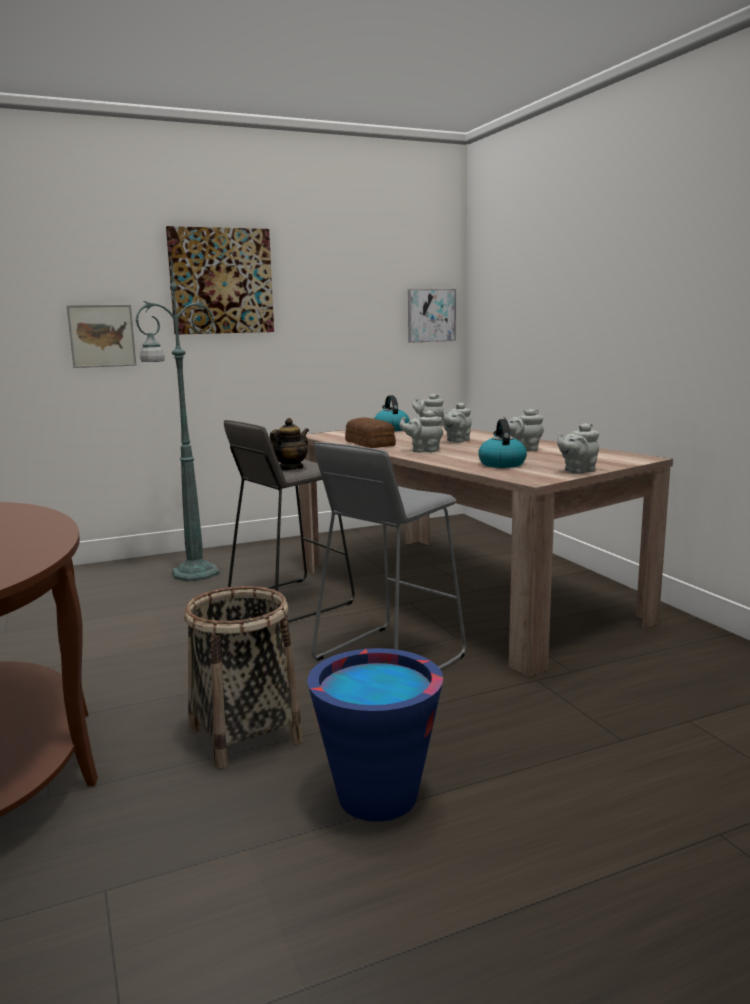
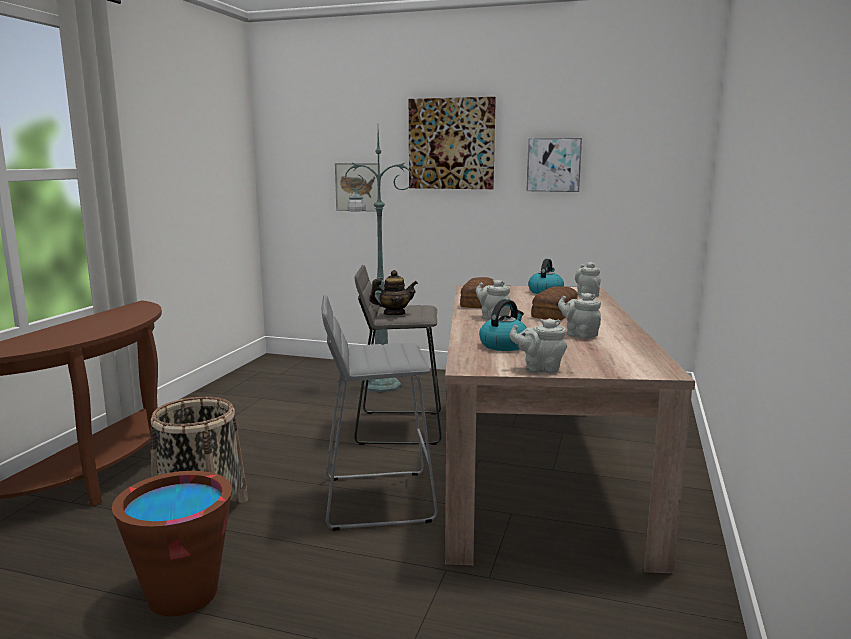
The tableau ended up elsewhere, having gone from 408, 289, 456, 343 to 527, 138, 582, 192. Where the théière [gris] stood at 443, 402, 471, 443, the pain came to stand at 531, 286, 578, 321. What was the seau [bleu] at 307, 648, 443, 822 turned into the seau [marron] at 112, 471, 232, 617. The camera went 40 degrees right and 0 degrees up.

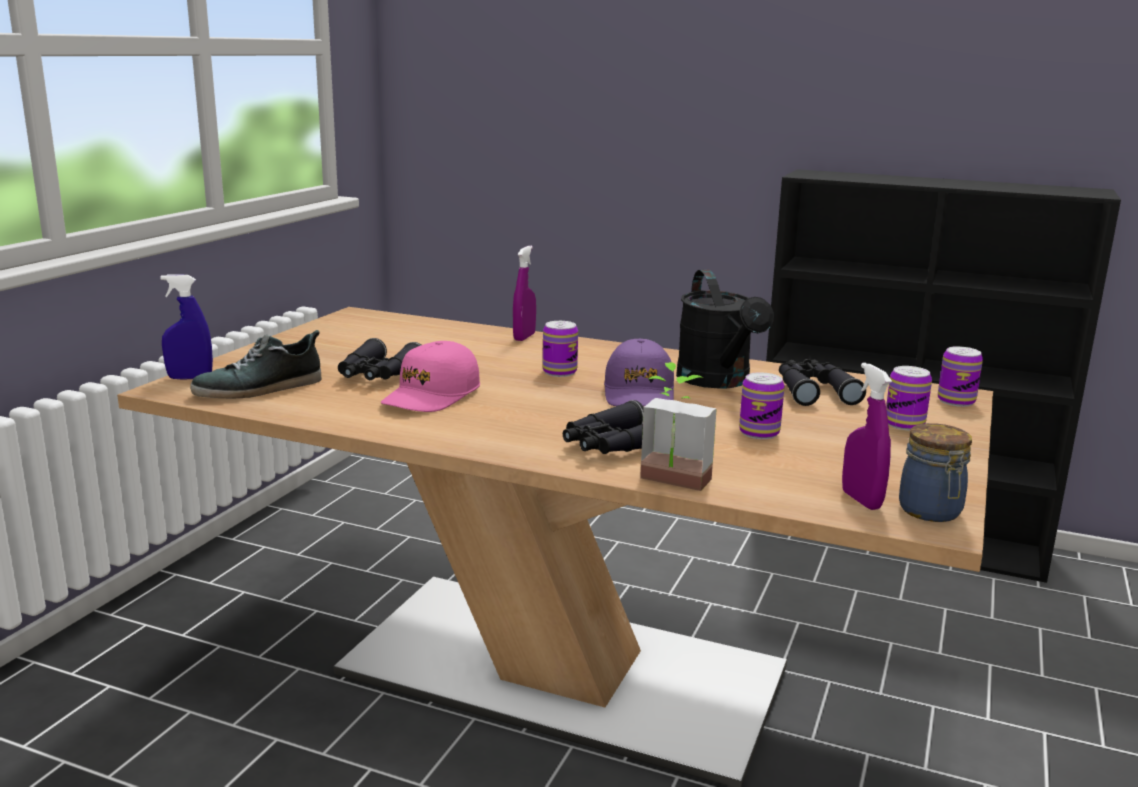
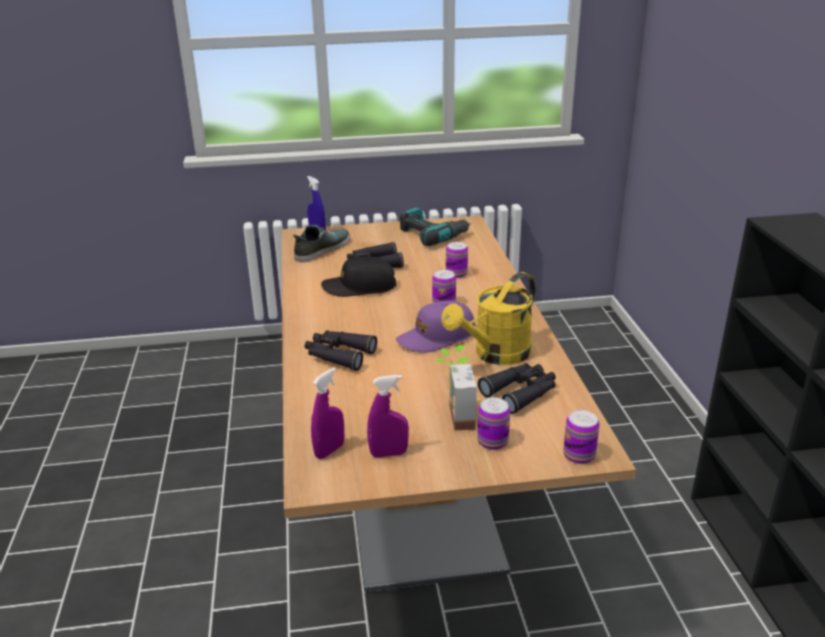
The second view lost the bocal at 899, 423, 972, 522. The second view gained the perceuse at 400, 207, 471, 246. The vaporisateur [violet] ended up elsewhere, having gone from 513, 246, 536, 341 to 367, 375, 409, 458. The plante en pot ended up elsewhere, having gone from 640, 362, 717, 491 to 435, 345, 477, 431. The boîte métallique ended up elsewhere, having gone from 739, 372, 785, 439 to 446, 242, 468, 278. What was the casquette [rose] at 381, 341, 480, 412 turned into the casquette [noir] at 321, 257, 396, 297. What was the arrosoir [noir] at 676, 270, 774, 389 turned into the arrosoir [jaune] at 441, 272, 536, 365. The chaussure at 190, 330, 321, 398 ended up facing another way, 105 degrees clockwise from before. The camera went 60 degrees right and 10 degrees up.

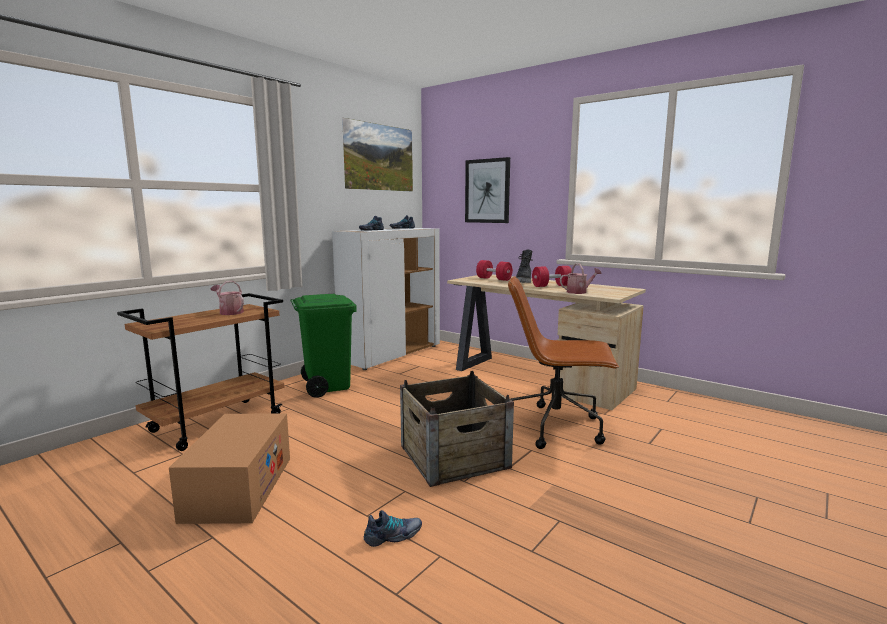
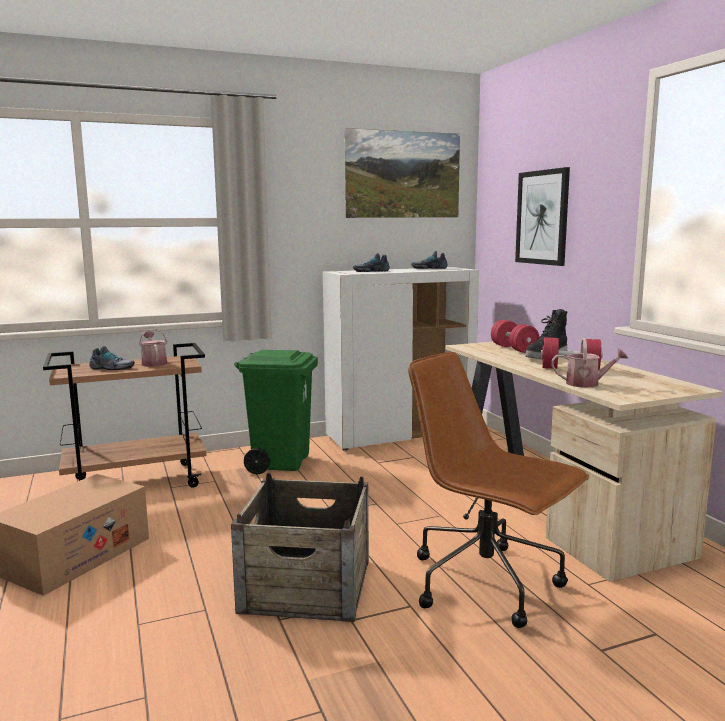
The chaussure ended up elsewhere, having gone from 364, 510, 422, 547 to 89, 346, 135, 370. The camera went 30 degrees right and 0 degrees up.

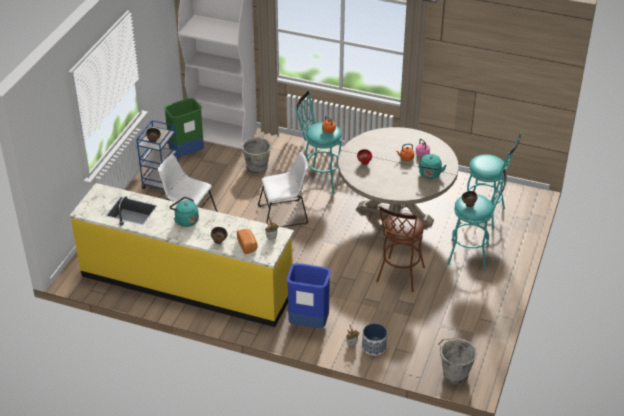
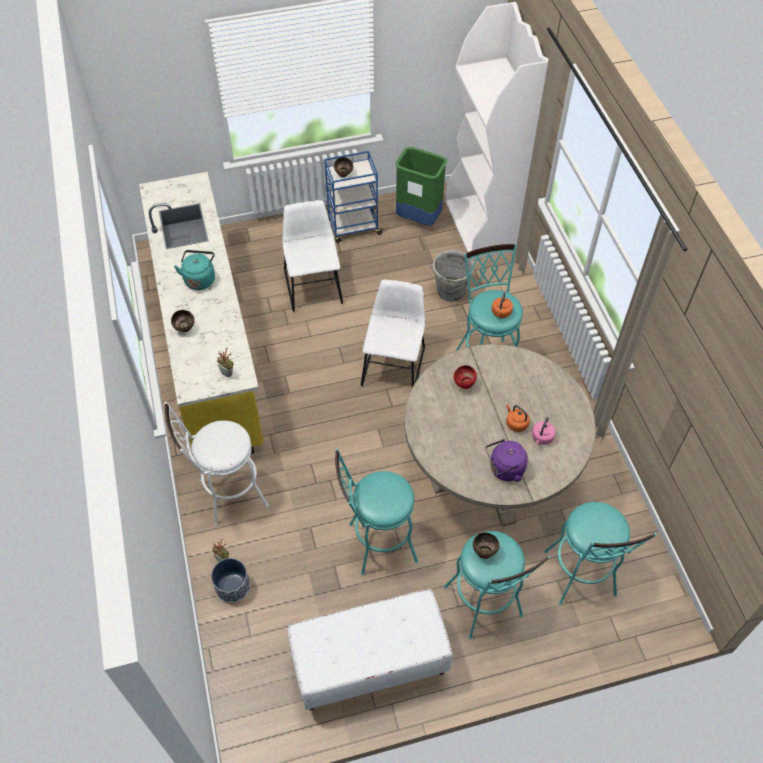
The second view lost the pain at 237, 229, 258, 254. The second view lost the seau [gris] at 438, 337, 477, 384. The second view gained the banc [blanc] at 287, 589, 453, 711. Where the poubelle [bleu] stood at 286, 263, 331, 328, the tabouret [blanc] came to stand at 164, 402, 269, 525. What was the tabouret [marron] at 376, 206, 425, 292 turned into the tabouret [turquoise] at 335, 449, 418, 575. What was the bouilloire [turquoise] at 419, 154, 447, 179 turned into the bouilloire [violet] at 486, 439, 528, 482. The chaise [blanc] at 258, 152, 308, 227 ended up facing another way, 120 degrees counterclockwise from before. The camera went 55 degrees right and 15 degrees up.

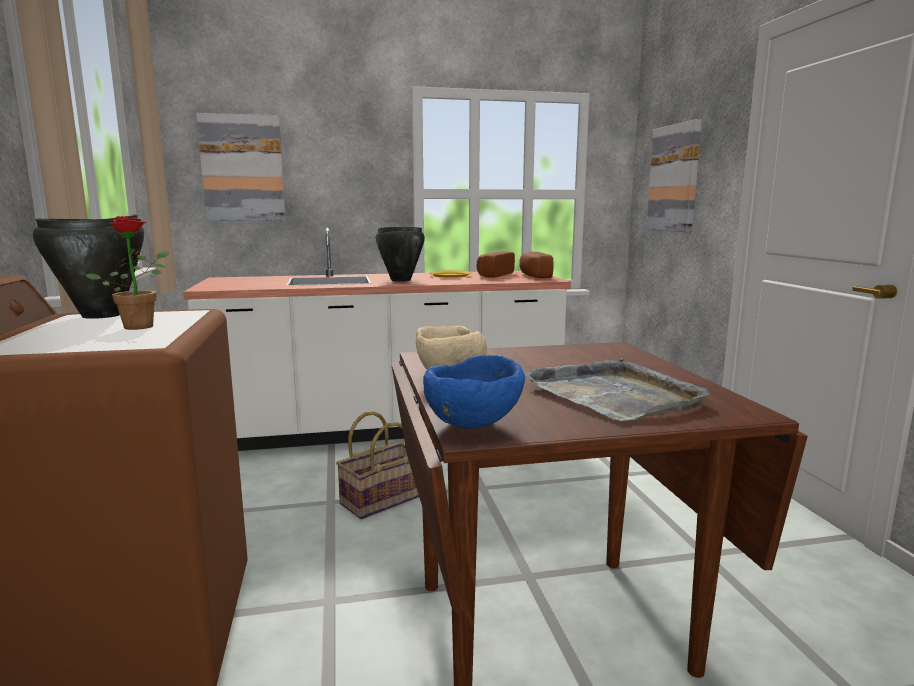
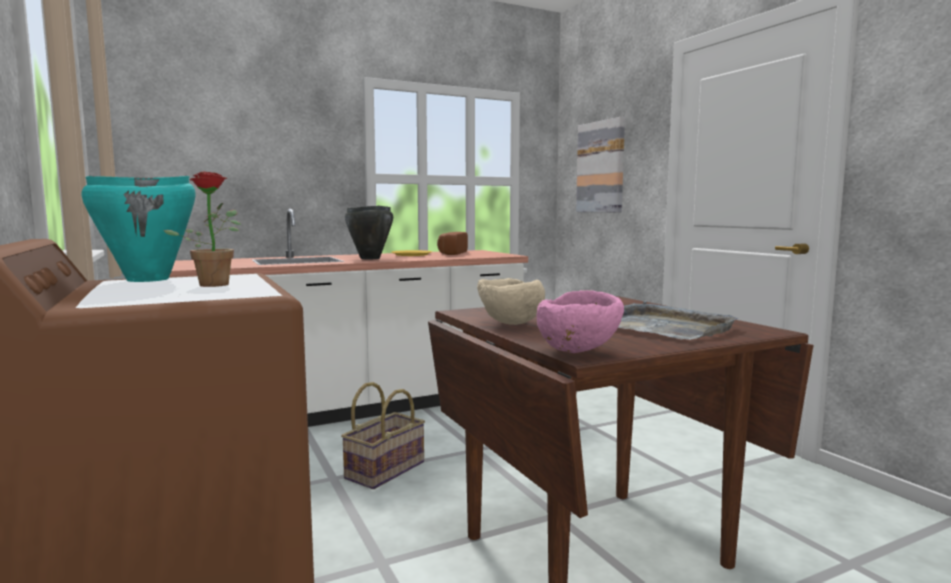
The second view lost the tableau at 196, 113, 286, 221. The second view lost the pain at 519, 252, 553, 278. What was the marmite [noir] at 33, 215, 144, 319 turned into the marmite [turquoise] at 82, 176, 196, 282. What was the bol [bleu] at 423, 355, 525, 429 turned into the bol [rose] at 537, 290, 624, 353. The camera went 15 degrees left and 5 degrees down.

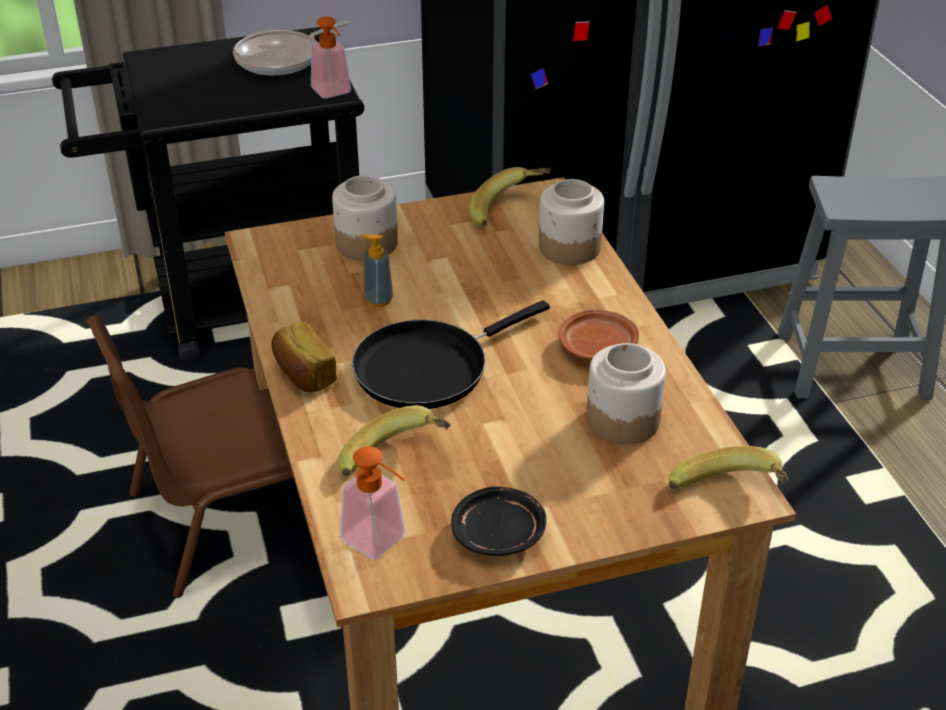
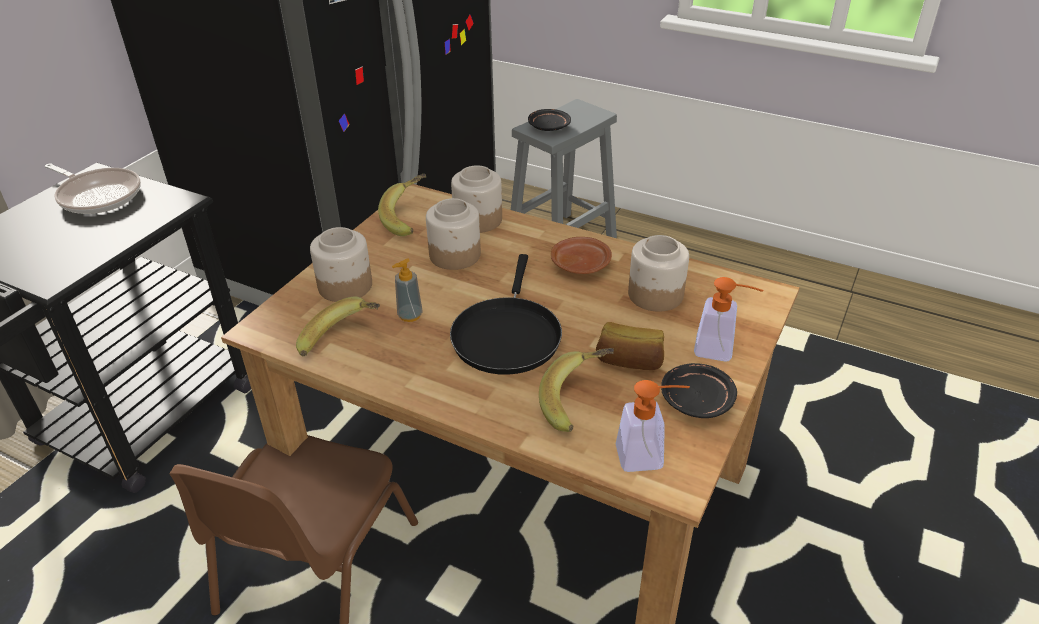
The second view gained the bocal at 426, 198, 481, 270. The second view gained the assiette [noir] at 528, 109, 571, 131. The pain ended up elsewhere, having gone from 271, 322, 337, 392 to 596, 322, 664, 370. The distributeur de savon ended up elsewhere, having gone from 311, 17, 351, 99 to 694, 277, 763, 362. The banane ended up elsewhere, having gone from 668, 446, 789, 489 to 296, 297, 380, 356. The poêle at 233, 21, 348, 75 ended up facing another way, 60 degrees counterclockwise from before. The camera went 45 degrees left and 0 degrees up.

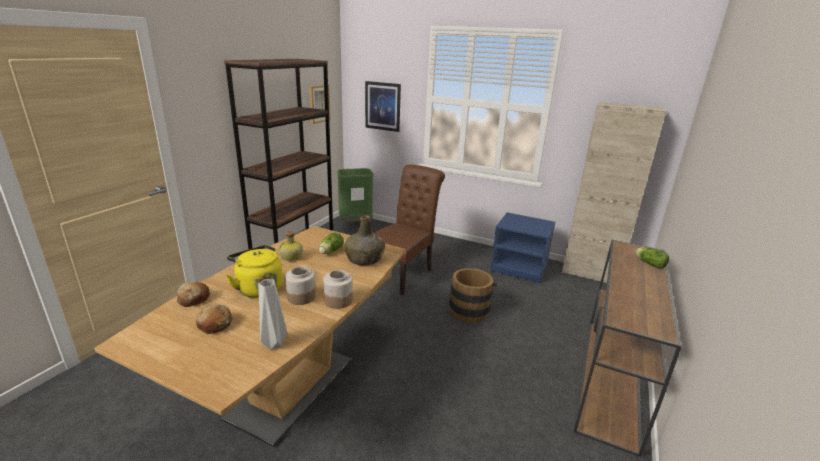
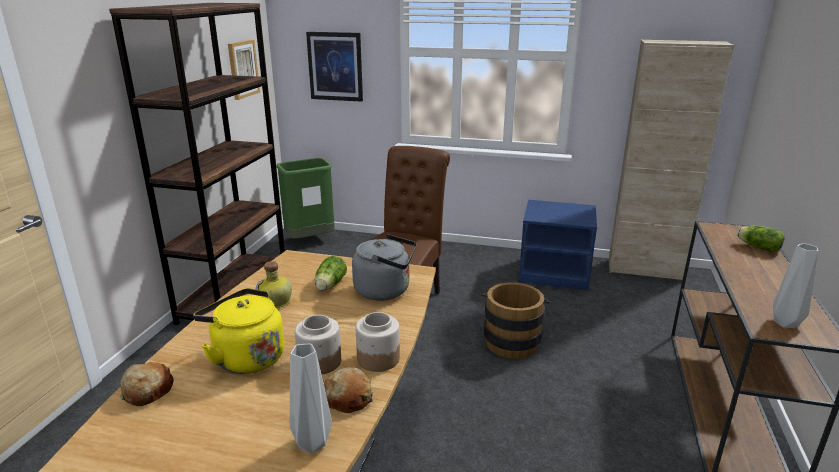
The second view gained the vase [gris] at 773, 243, 818, 328. The pain ended up elsewhere, having gone from 196, 305, 232, 334 to 324, 367, 374, 413. Where the bouteille [vert] stood at 345, 215, 385, 266, the bouilloire [gris] came to stand at 352, 234, 417, 301. The camera went 10 degrees left and 0 degrees up.

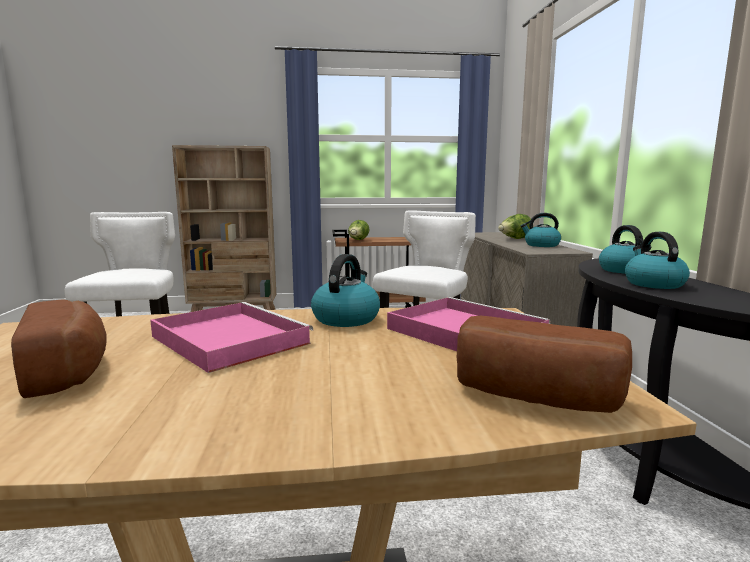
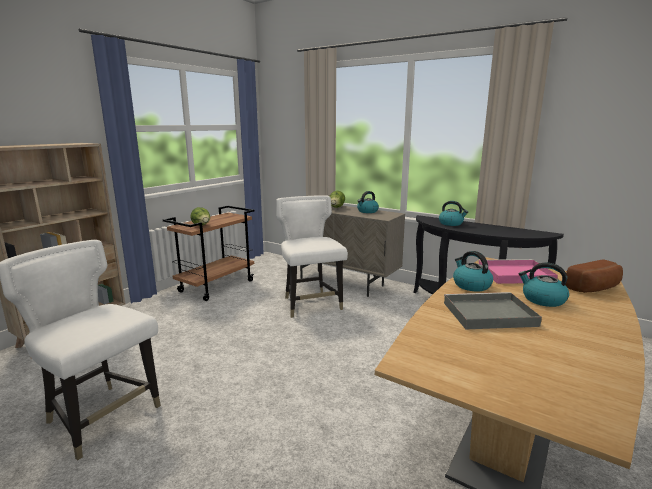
The second view lost the pain at 11, 299, 107, 398. The bouilloire ended up elsewhere, having gone from 625, 232, 690, 289 to 519, 263, 569, 307. What was the plateau [rose] at 150, 302, 313, 373 turned into the plateau [gris] at 444, 292, 542, 329. The camera went 50 degrees left and 5 degrees up.

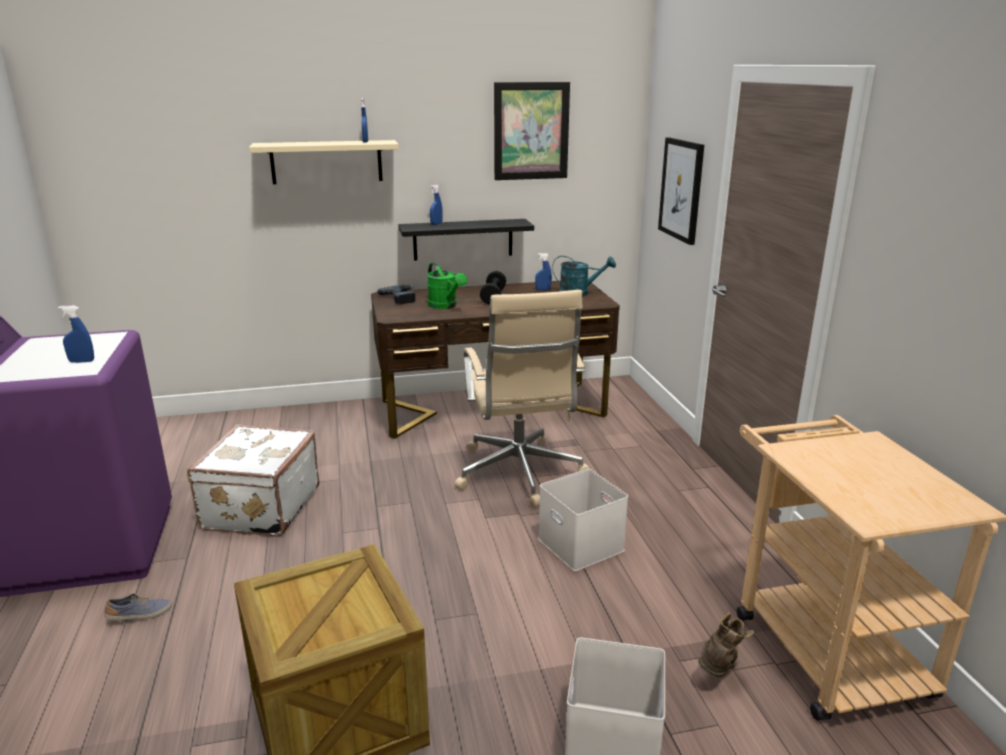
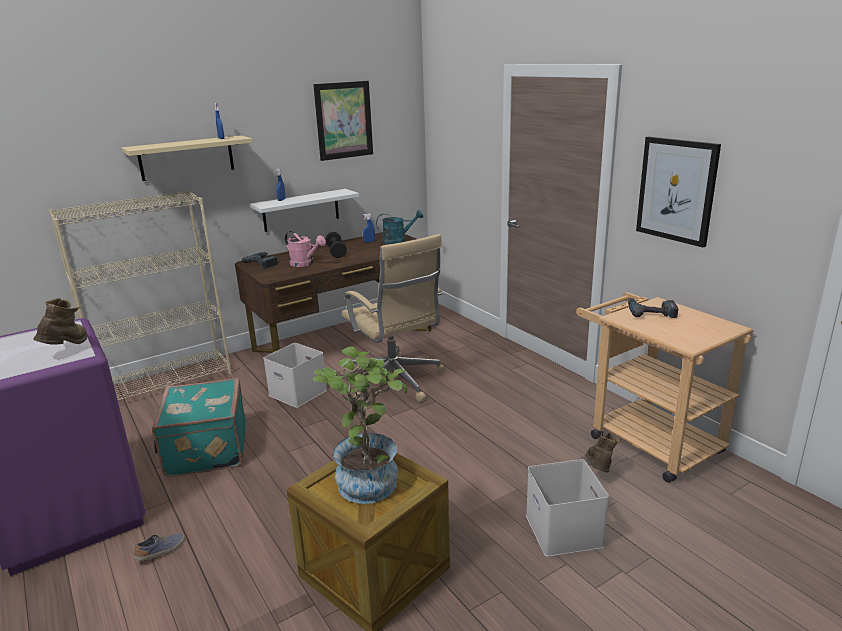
The second view gained the bibliothèque [beige] at 49, 191, 232, 400. The second view gained the plante en pot at 313, 346, 407, 504. The second view gained the perceuse at 628, 298, 678, 318. The boîte de rangement [blanc] ended up elsewhere, having gone from 538, 469, 628, 571 to 263, 343, 327, 408. The tableau ended up elsewhere, having gone from 658, 138, 704, 245 to 636, 137, 721, 247. Where the vaporisateur [bleu] stood at 58, 306, 94, 363, the botte [marron] came to stand at 33, 298, 88, 345. What was the valise [blanc] at 187, 424, 320, 537 turned into the valise [turquoise] at 152, 378, 246, 477. What was the étagère [noir] at 398, 219, 534, 261 turned into the étagère [blanc] at 250, 189, 359, 232. What was the arrosoir [vert] at 427, 263, 467, 309 turned into the arrosoir [rose] at 285, 231, 326, 267. The camera went 20 degrees left and 0 degrees up.

